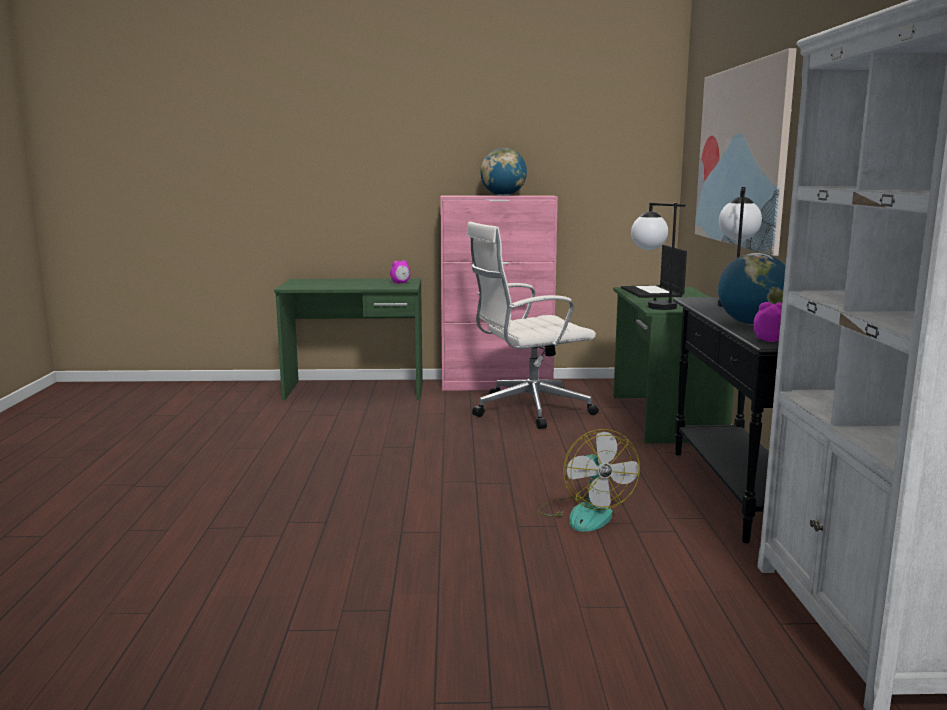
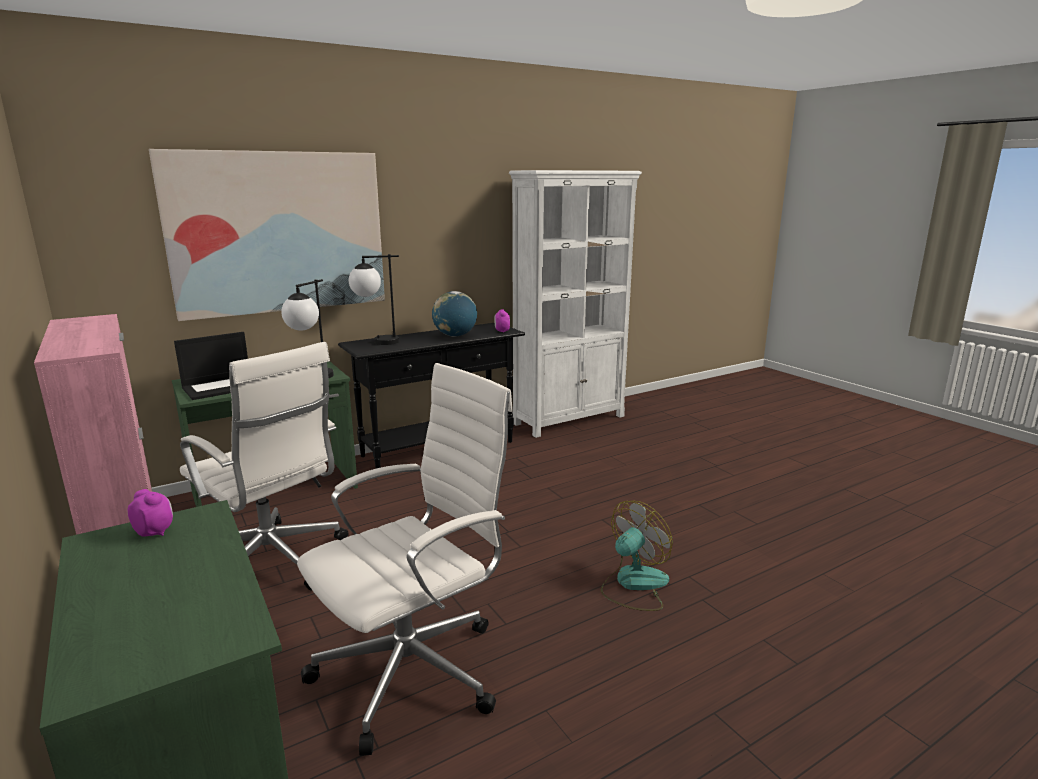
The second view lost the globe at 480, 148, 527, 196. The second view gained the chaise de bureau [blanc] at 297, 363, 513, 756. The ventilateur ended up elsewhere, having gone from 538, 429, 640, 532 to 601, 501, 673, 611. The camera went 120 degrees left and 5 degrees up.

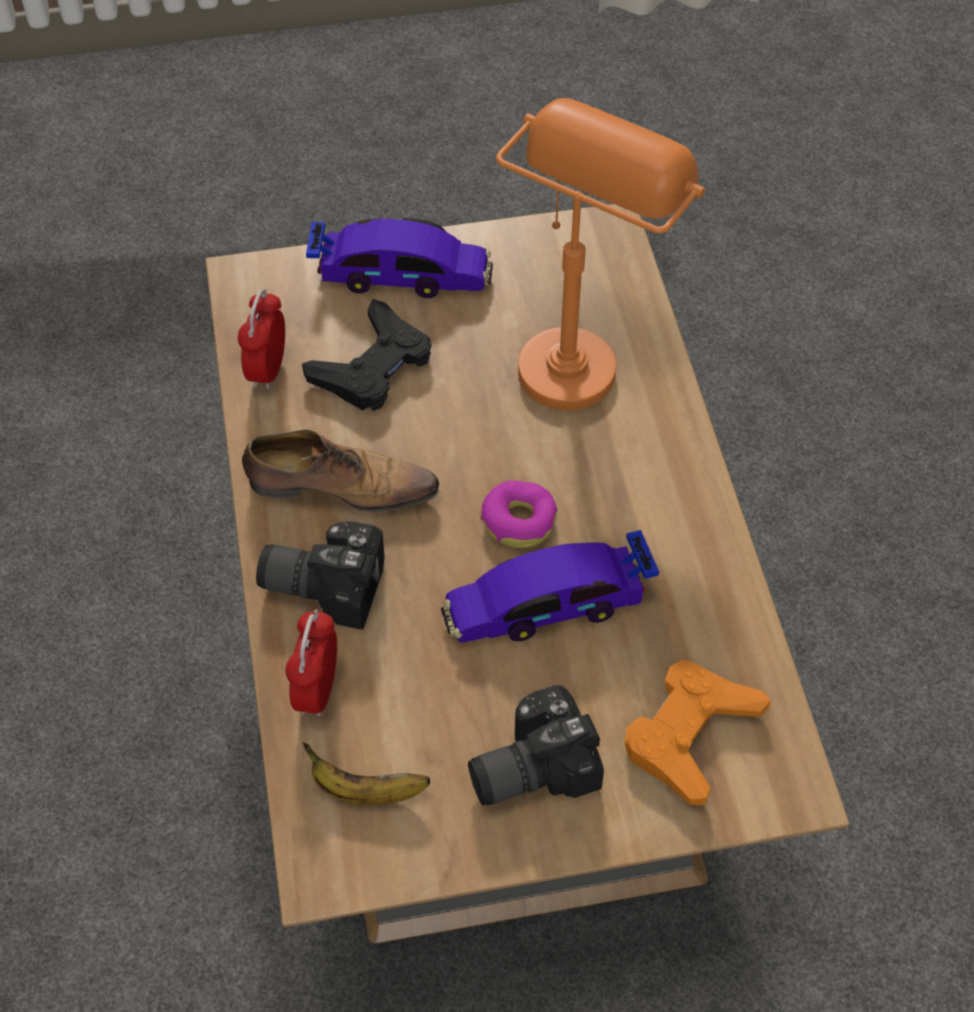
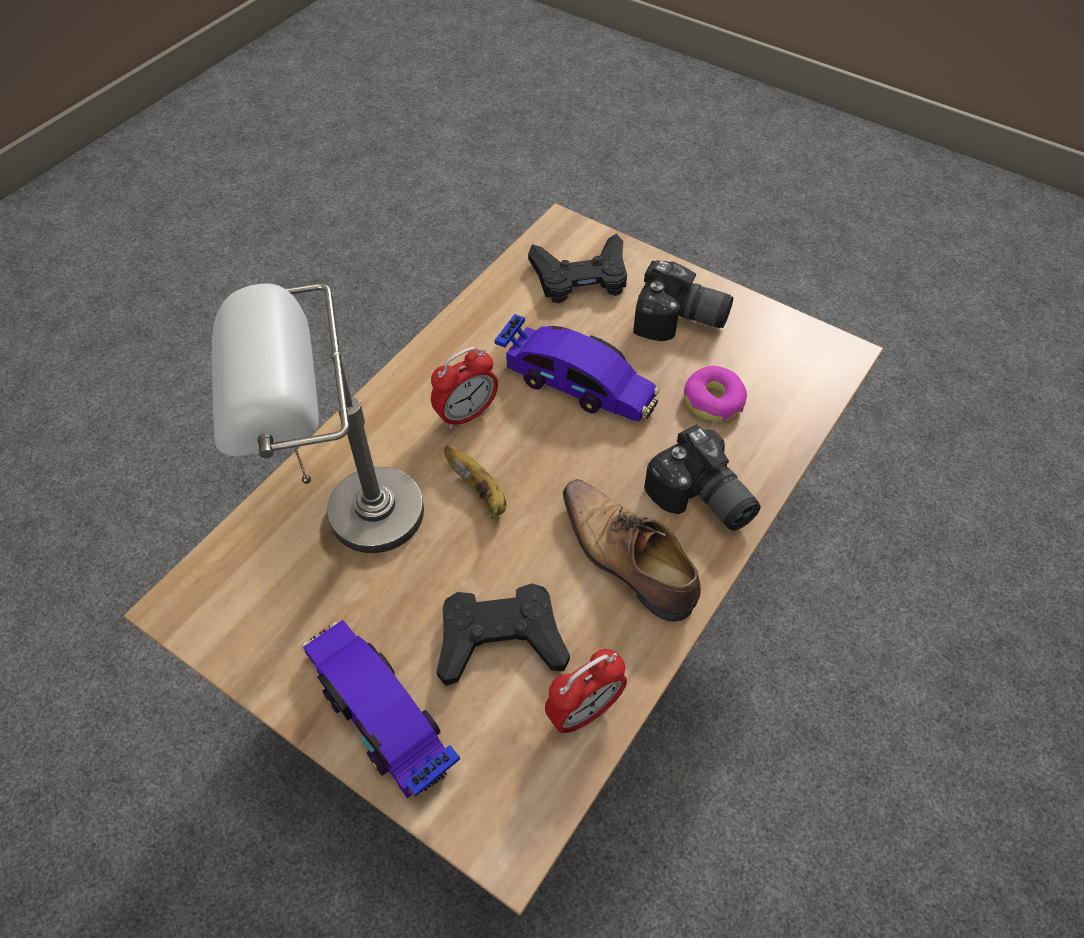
The réveil ended up elsewhere, having gone from 285, 610, 337, 717 to 431, 347, 498, 429. The banane ended up elsewhere, having gone from 303, 742, 430, 805 to 444, 446, 507, 519. The beignet ended up elsewhere, having gone from 481, 480, 557, 548 to 684, 366, 747, 421. What was the lampe de table [orange] at 496, 98, 705, 410 turned into the lampe de table [gris] at 212, 283, 424, 553. What was the manette [orange] at 625, 660, 771, 805 turned into the manette [noir] at 528, 234, 627, 303. The camera went 135 degrees left and 0 degrees up.

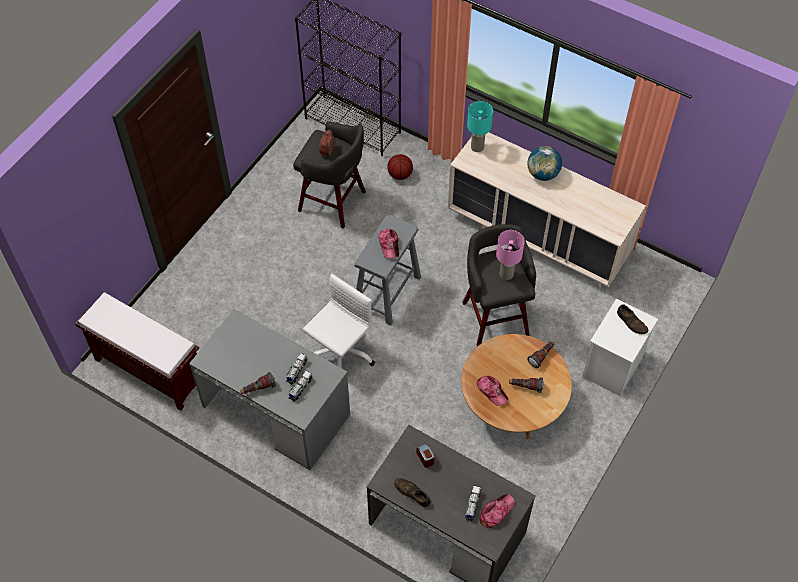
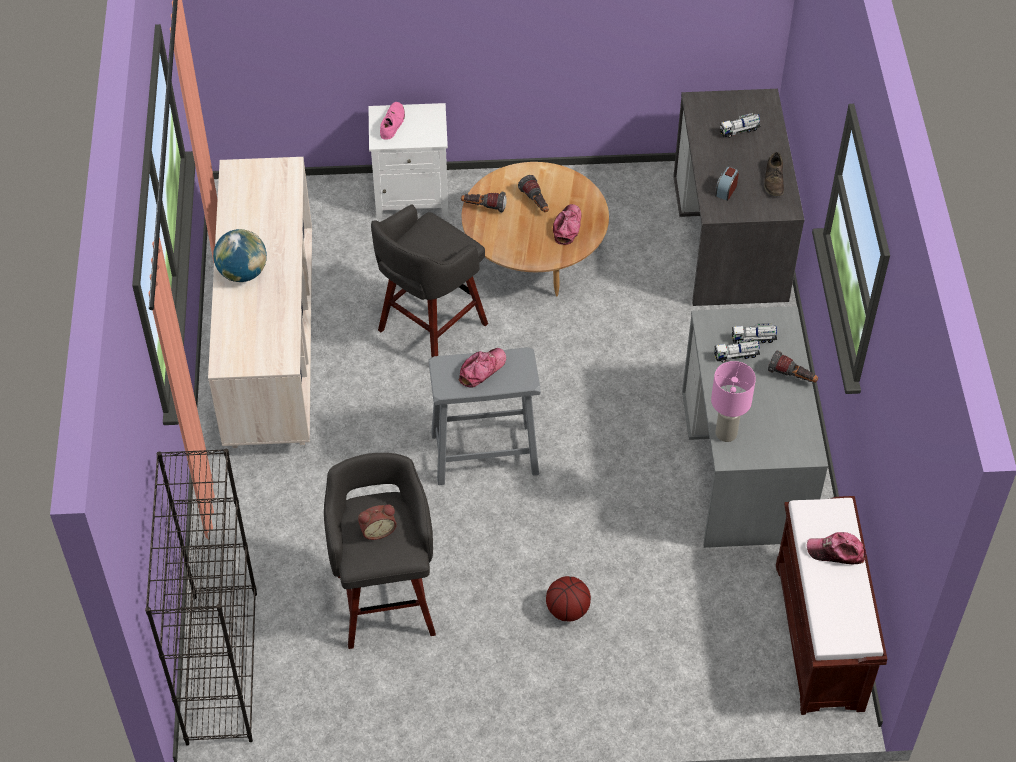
The second view lost the chaise de bureau [blanc] at 303, 274, 375, 368. The second view lost the lampe de table [turquoise] at 467, 101, 493, 152. The ballon de basket ended up elsewhere, having gone from 387, 154, 413, 180 to 546, 576, 591, 622. The casquette ended up elsewhere, having gone from 479, 494, 515, 528 to 807, 532, 866, 565. The lampe de table [rose] ended up elsewhere, having gone from 496, 230, 525, 280 to 711, 361, 756, 442. What was the chaussure [marron] at 617, 304, 648, 334 turned into the chaussure [rose] at 380, 102, 405, 140. The camera went 125 degrees left and 5 degrees down.

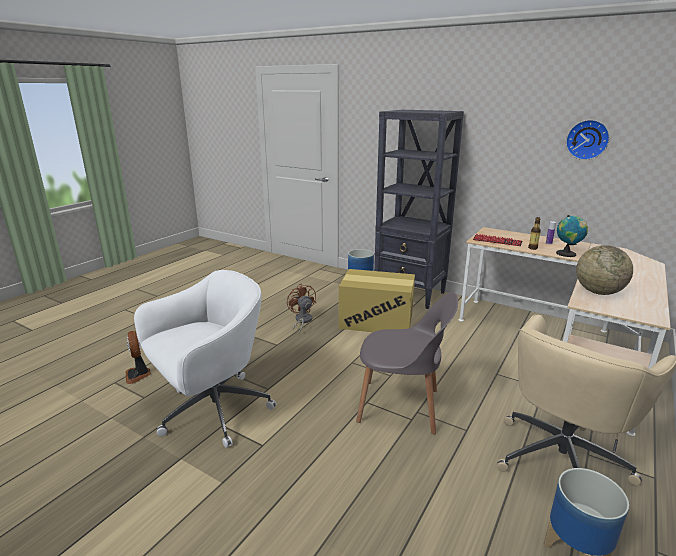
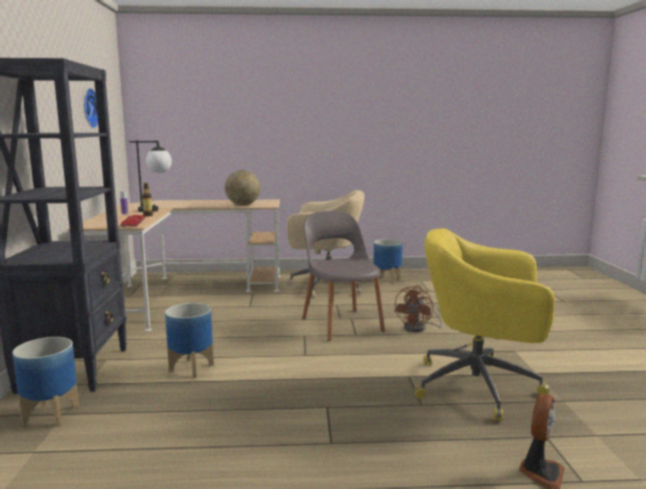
The ventilateur [marron] ended up elsewhere, having gone from 287, 284, 316, 333 to 394, 285, 442, 332. Where the carton stood at 339, 269, 415, 332, the cache-pot came to stand at 165, 303, 214, 378. Where the globe stood at 556, 215, 588, 257, the lampe de table came to stand at 129, 140, 172, 212. What was the chaise de bureau [blanc] at 134, 270, 276, 448 turned into the chaise de bureau [jaune] at 414, 228, 555, 421. The camera went 125 degrees left and 10 degrees down.

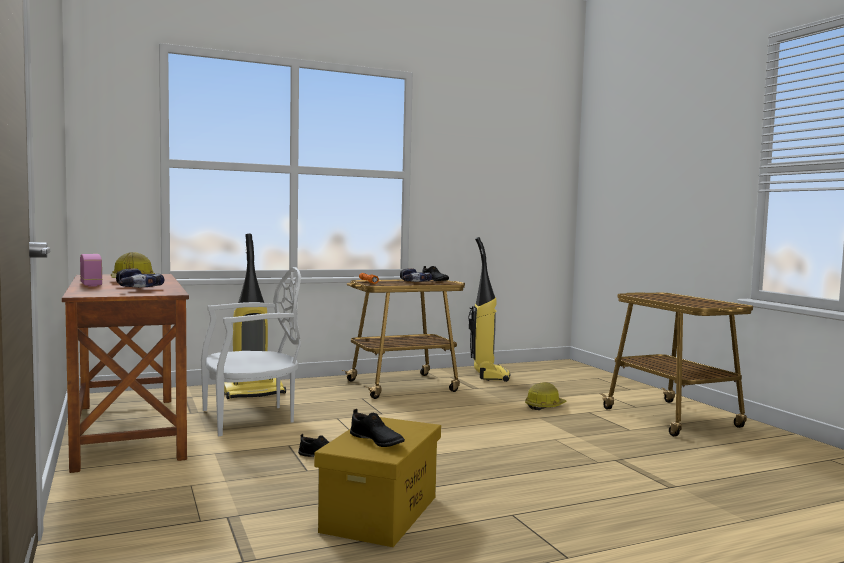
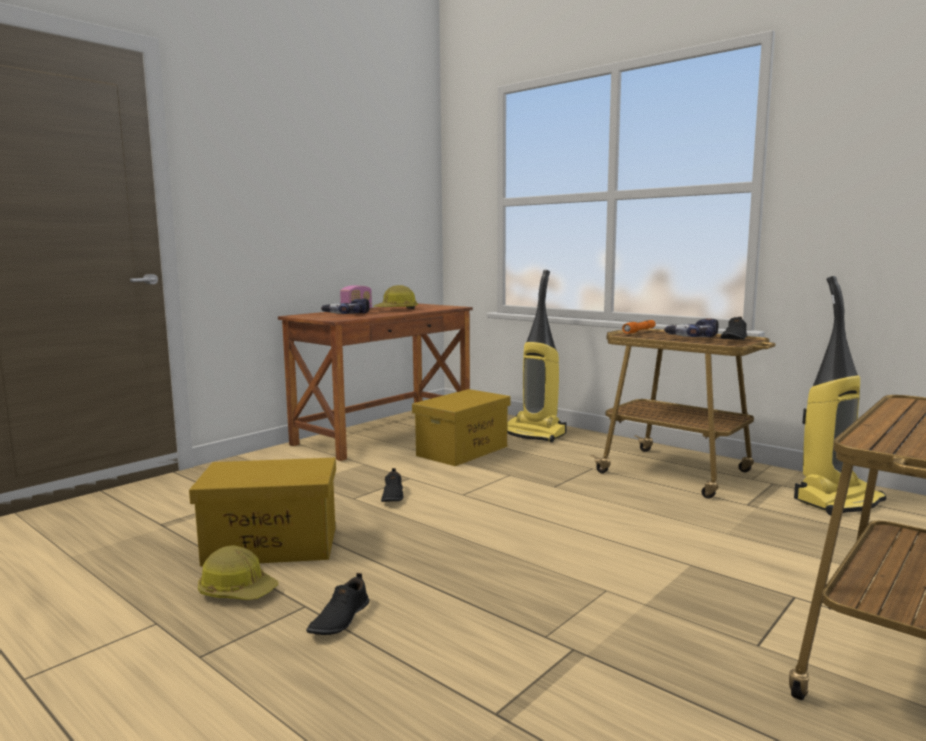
The chaussure [noir] ended up elsewhere, having gone from 350, 409, 405, 447 to 306, 573, 369, 635. The casque de chantier ended up elsewhere, having gone from 525, 382, 567, 410 to 198, 546, 278, 600. Where the chaise [blanc] stood at 201, 267, 301, 436, the boîte de rangement [jaune] came to stand at 412, 389, 511, 466. The camera went 65 degrees right and 5 degrees up.

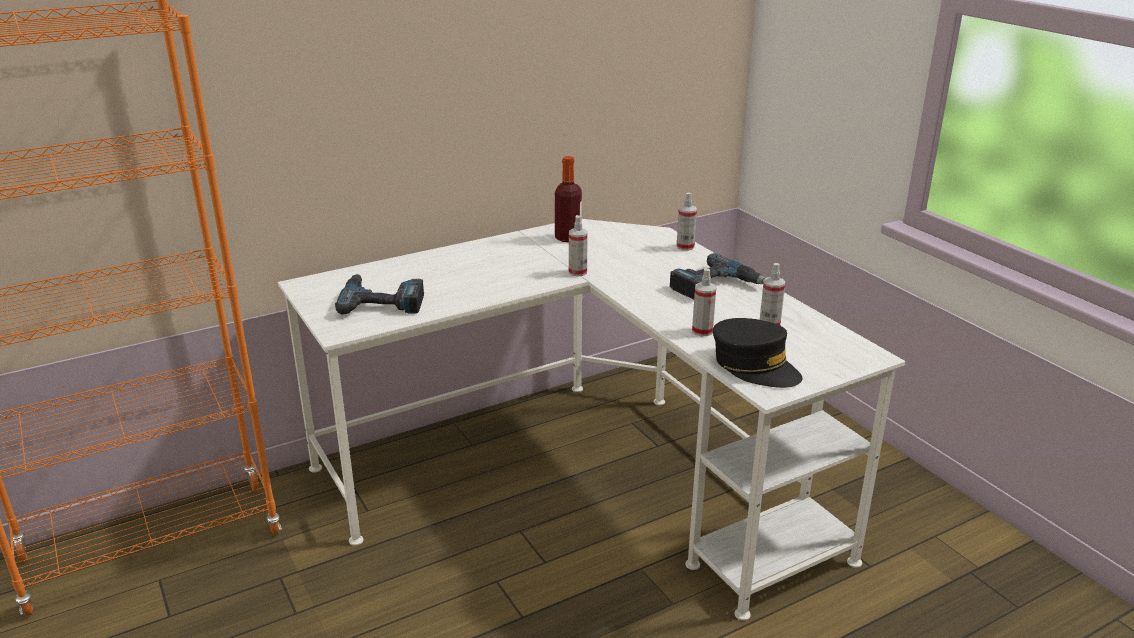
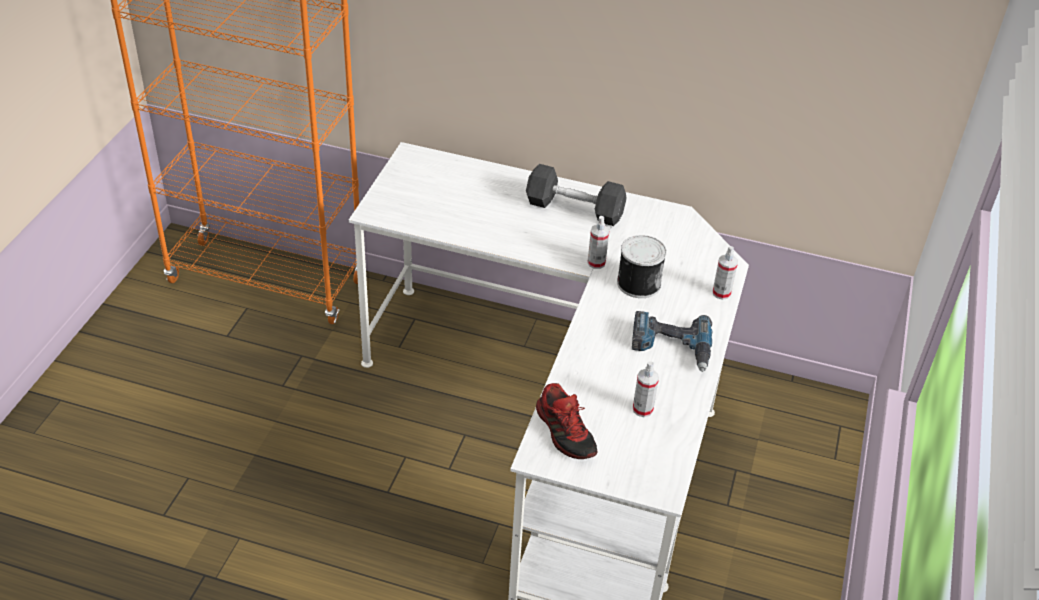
The second view lost the perceuse at 335, 274, 424, 314. The second view lost the bouteille at 555, 156, 582, 242. The second view lost the vaporisateur at 692, 268, 717, 336. The second view gained the haltère [gris] at 526, 164, 627, 226. The second view gained the boîte métallique at 617, 235, 667, 298. Where the casquette [noir] stood at 713, 318, 802, 388, the chaussure came to stand at 536, 383, 597, 459. The camera went 45 degrees right and 15 degrees up.

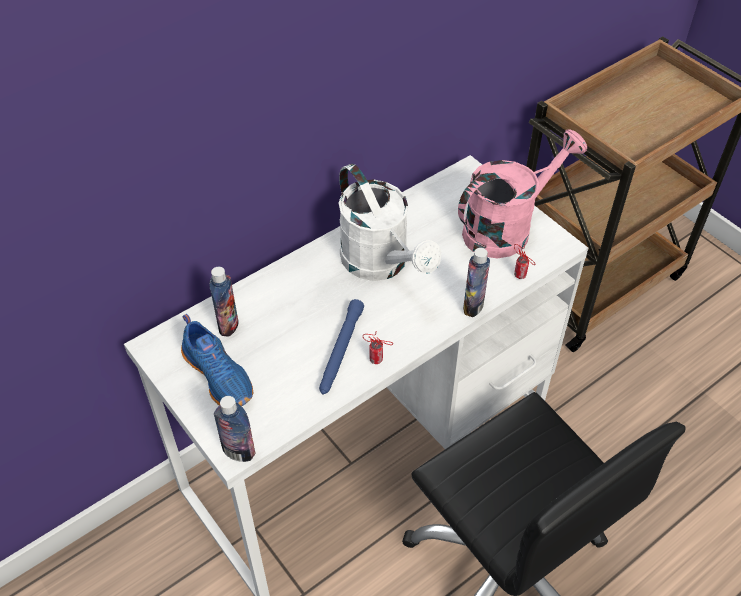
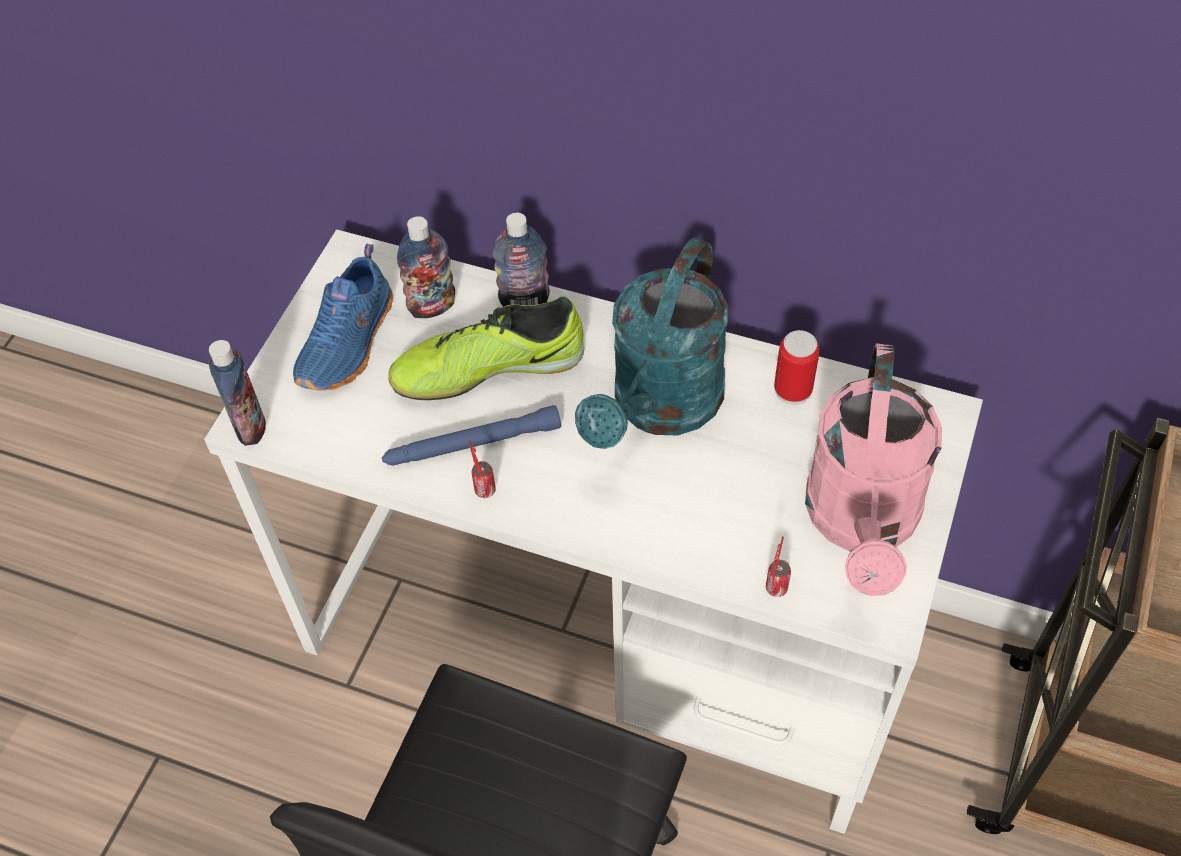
The second view gained the chaussure at 388, 296, 584, 400. The second view gained the boîte métallique at 774, 330, 820, 405. The bouteille ended up elsewhere, having gone from 463, 248, 490, 317 to 493, 213, 550, 307. What was the arrosoir [blanc] at 338, 164, 441, 281 turned into the arrosoir [turquoise] at 575, 238, 728, 449. The arrosoir [rose] at 458, 129, 587, 258 ended up facing another way, 75 degrees clockwise from before. The camera went 60 degrees right and 5 degrees up.

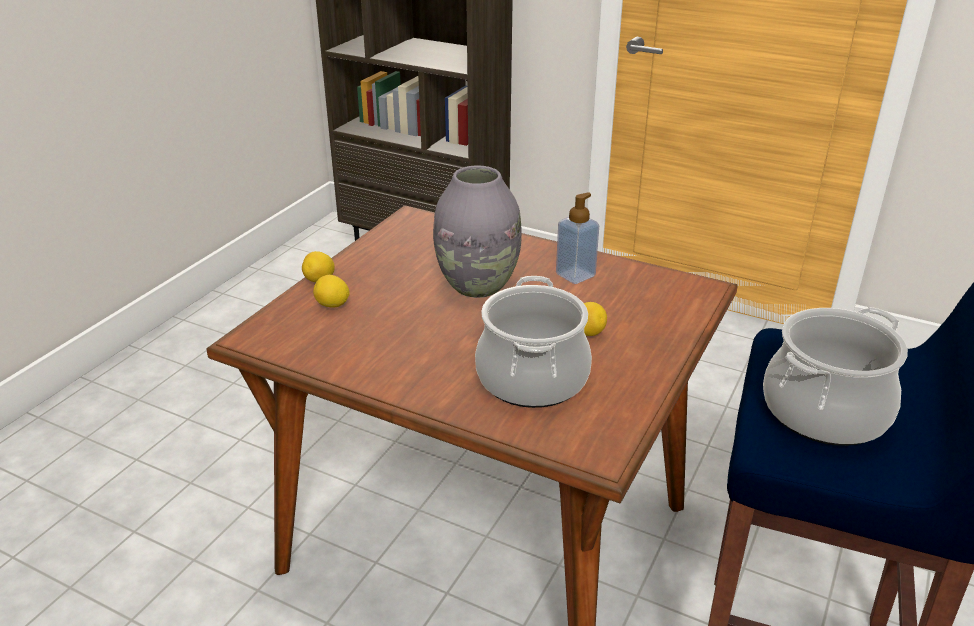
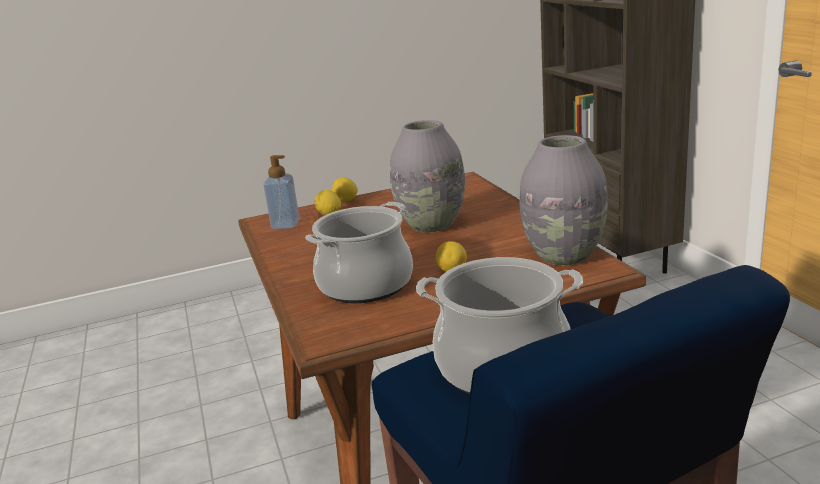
The second view gained the vase [gris] at 519, 135, 608, 266. The distributeur de savon ended up elsewhere, having gone from 556, 192, 599, 284 to 263, 155, 300, 229. The camera went 45 degrees right and 10 degrees down.

